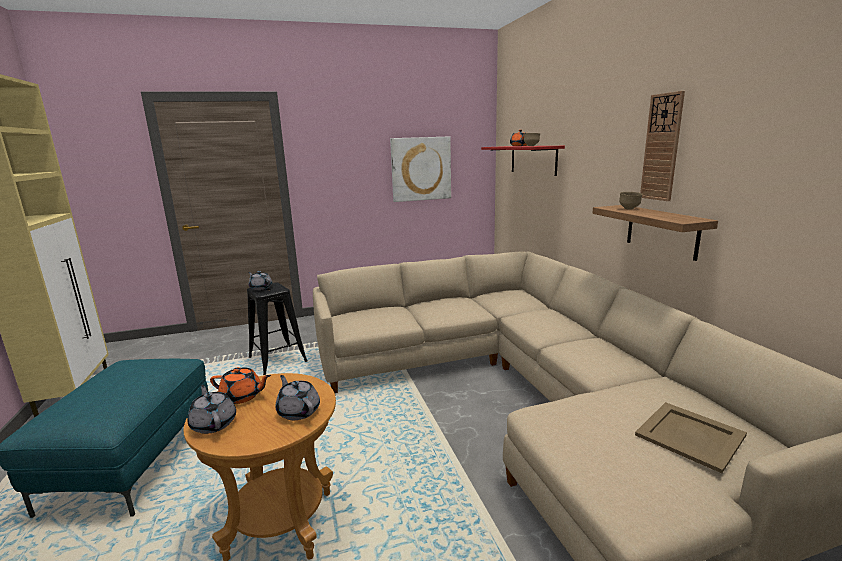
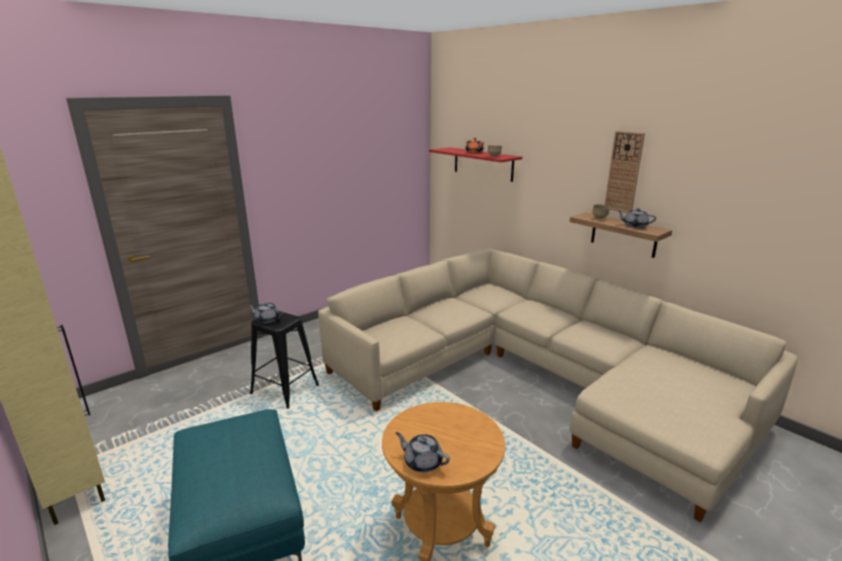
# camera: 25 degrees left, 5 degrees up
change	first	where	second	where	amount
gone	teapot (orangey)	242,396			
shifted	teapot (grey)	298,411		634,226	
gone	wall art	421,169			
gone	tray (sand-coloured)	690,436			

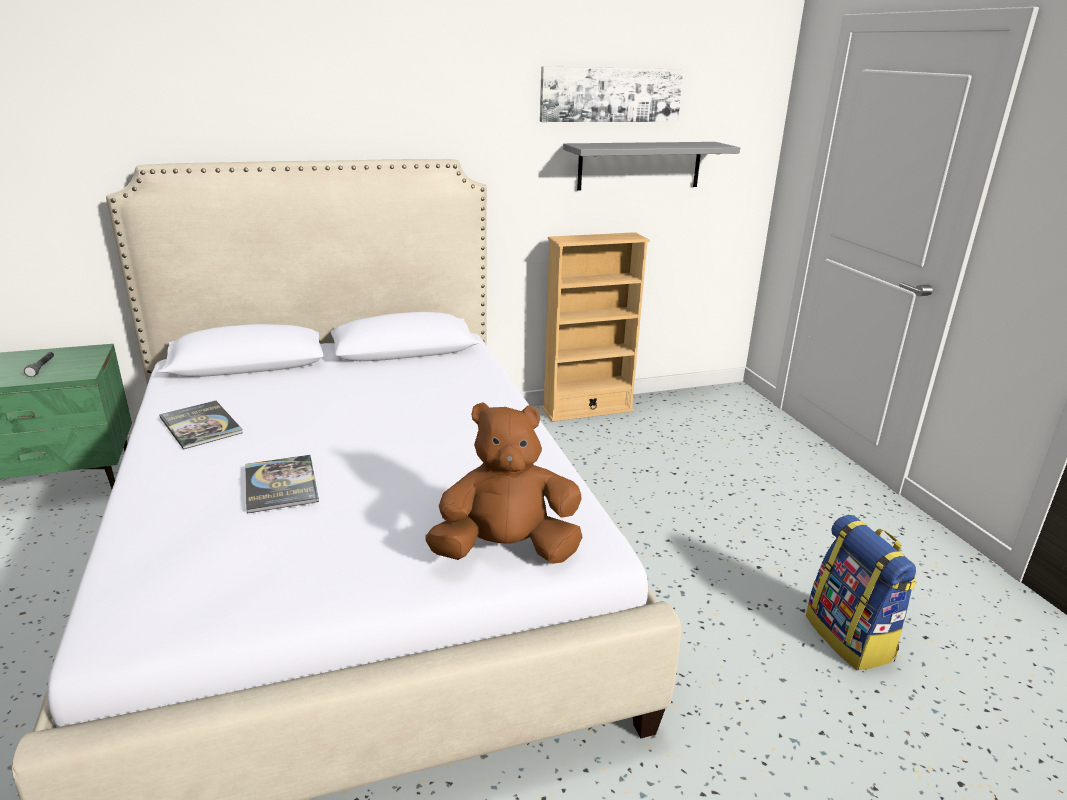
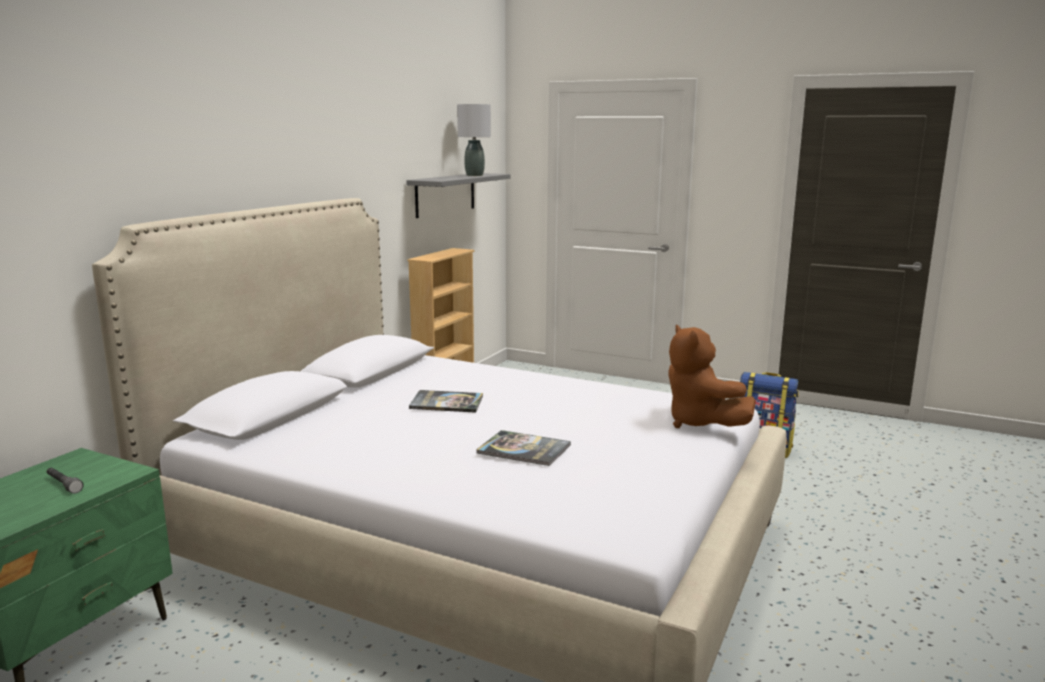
# camera: 45 degrees left, 10 degrees down
change	first	where	second	where	amount
shifted	volume	201,425		446,402	
rotated	plush toy (brown-coloured)	507,550		700,423	60 degrees counterclockwise
gone	wall art	610,94			
new			tabletop lamp (grey)	474,175	

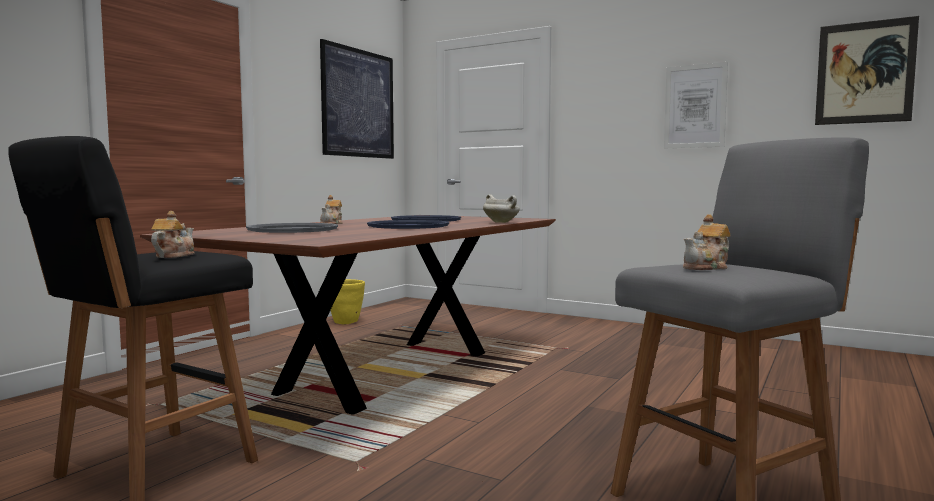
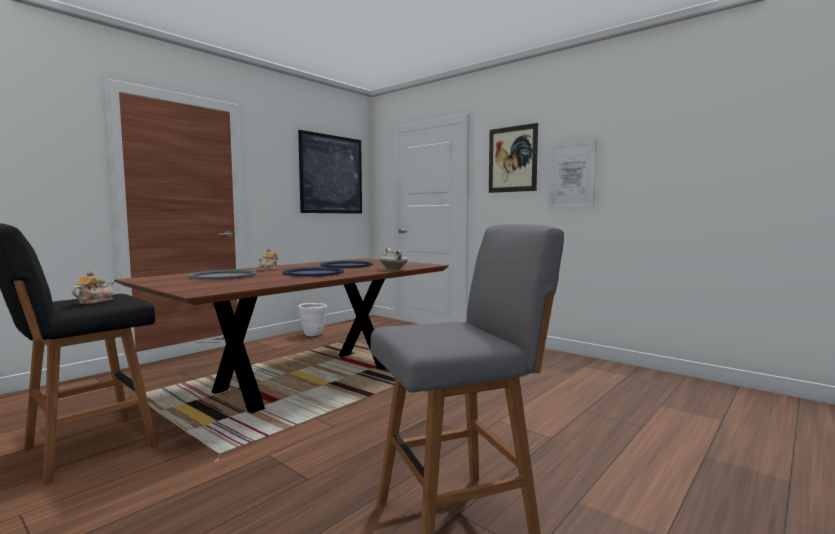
# camera: 10 degrees right, 0 degrees up
change	first	where	second	where	amount
repainted	flower pot (yellowish)	346,322	flower pot (white)	313,334	
gone	teapot	707,267			
shifted	wall art	864,72		512,159	

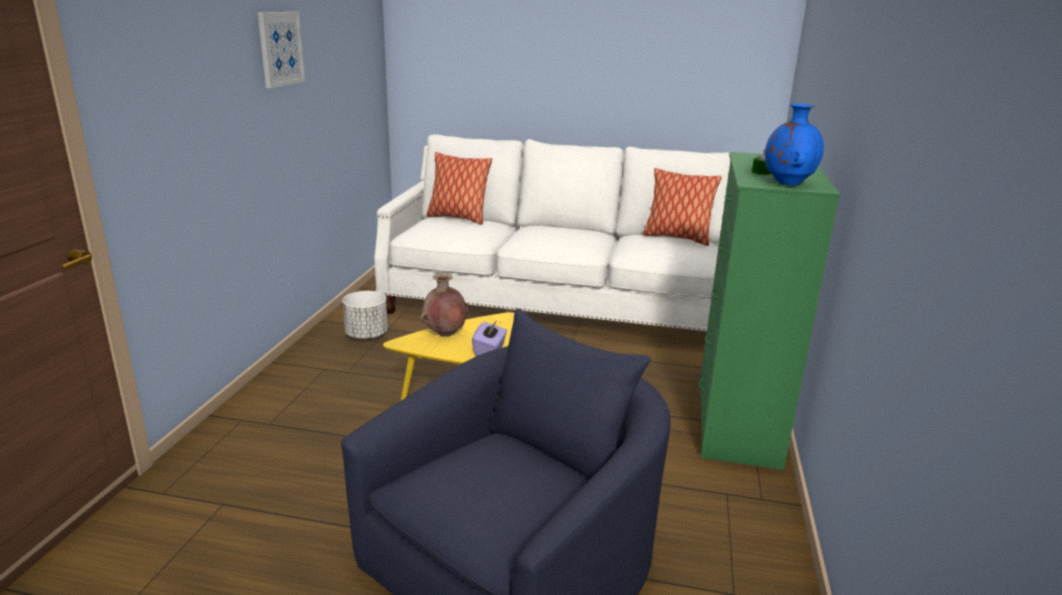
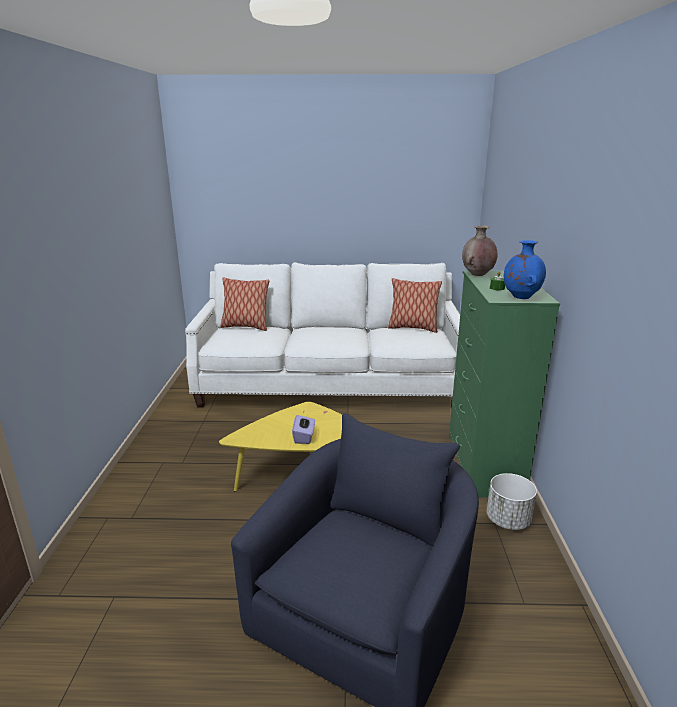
# camera: 10 degrees left, 0 degrees up
change	first	where	second	where	amount
gone	wall art	280,48			
shifted	flower pot (white)	367,335		508,520	
shifted	decorative vase (brown-coloured)	445,333		477,275	

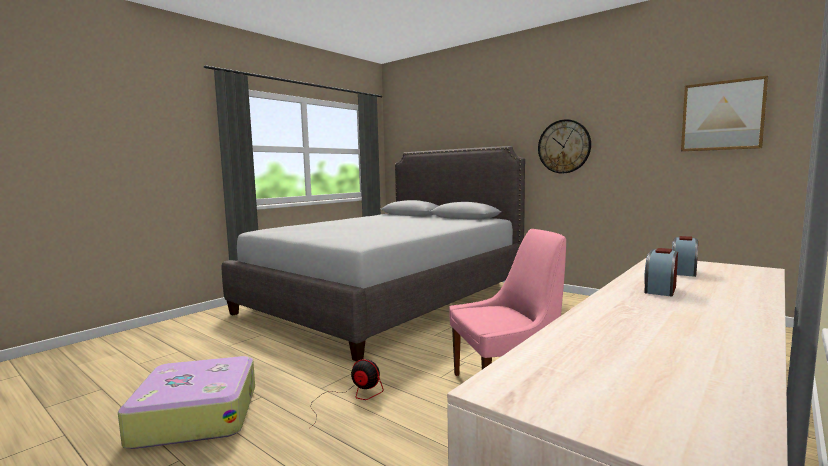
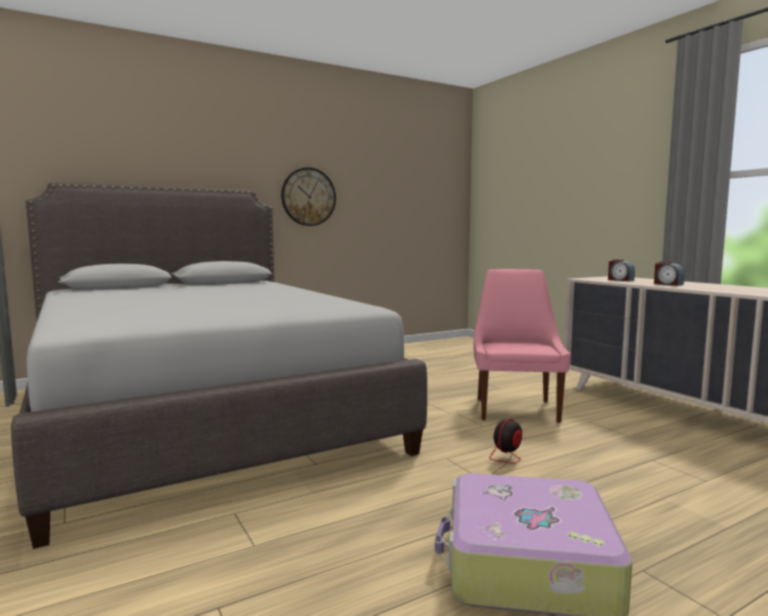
# camera: 70 degrees left, 0 degrees up
change	first	where	second	where	amount
gone	wall art	722,116			

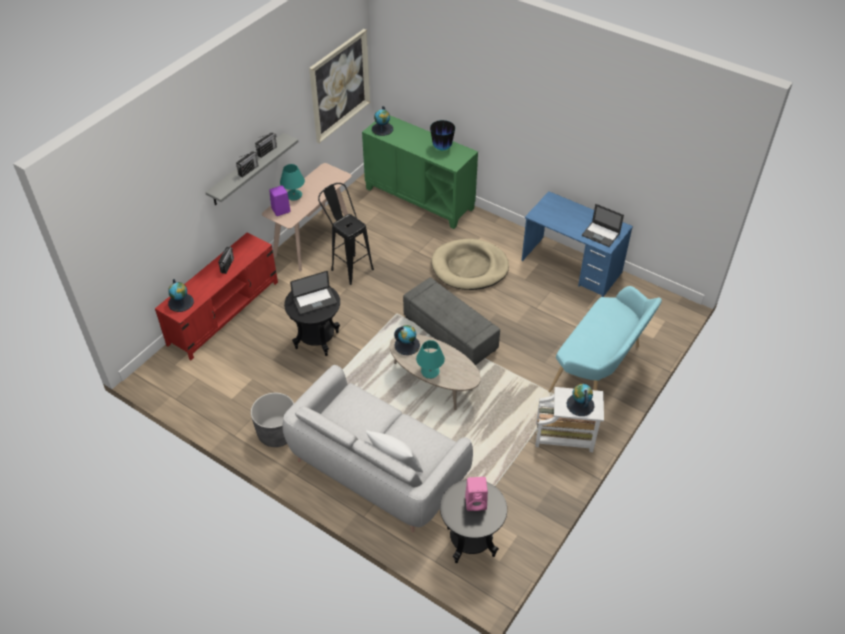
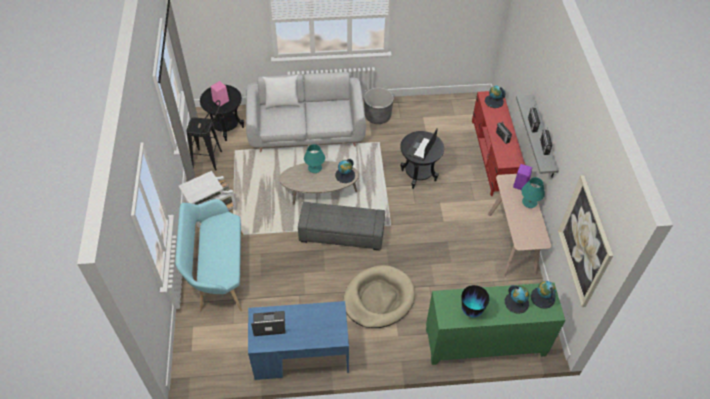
# camera: 140 degrees right, 5 degrees up
change	first	where	second	where	amount
shifted	sitting stool (black-coloured)	348,266		212,160	
shifted	world globe	580,405		516,302	

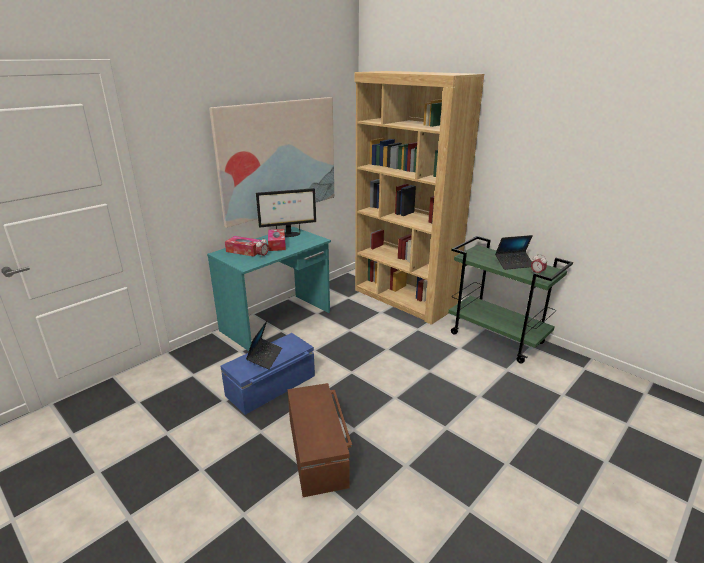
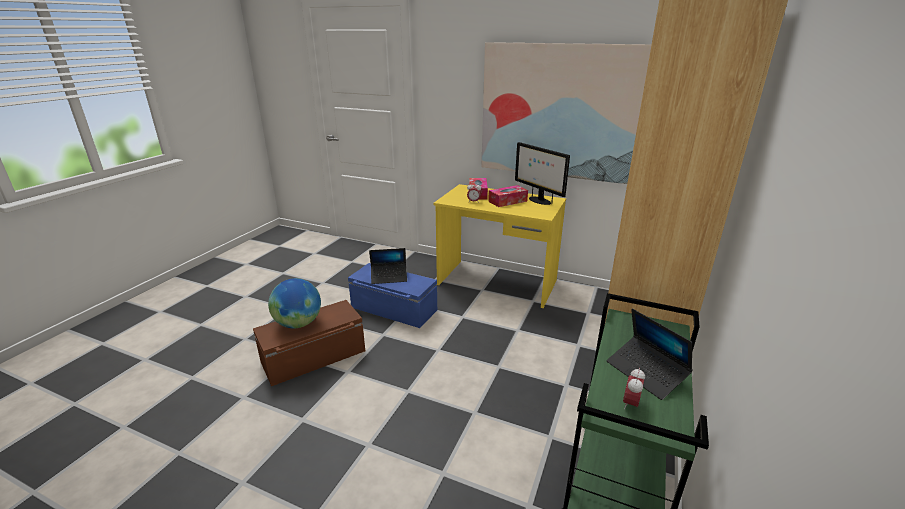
# camera: 70 degrees right, 0 degrees up
change	first	where	second	where	amount
repainted	desk unit (blue-green)	277,321	desk unit (yellowish)	497,283	
new			world globe	298,324	

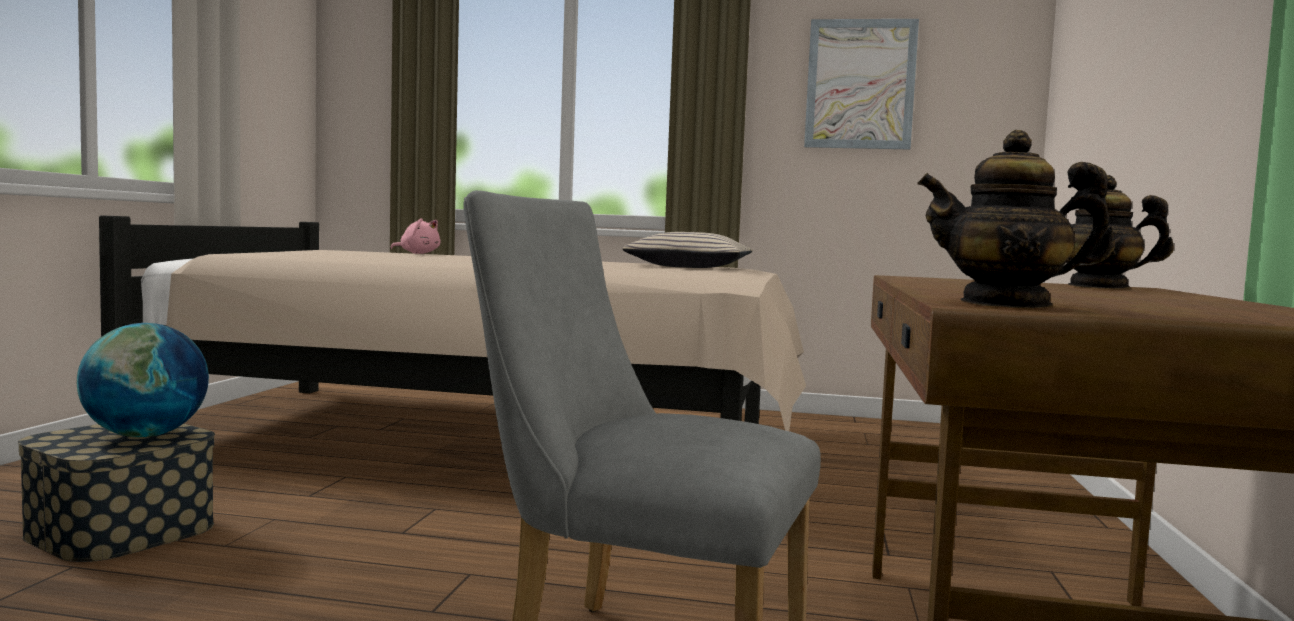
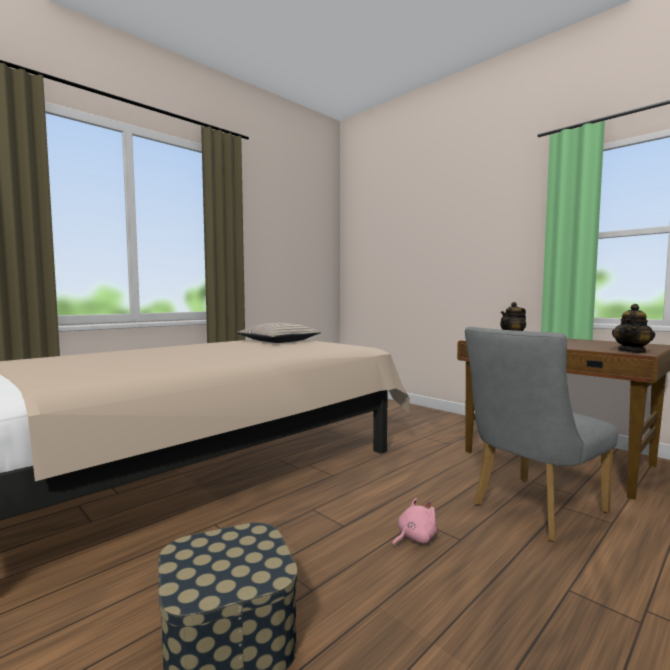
# camera: 55 degrees left, 0 degrees up
change	first	where	second	where	amount
gone	world globe	145,435			
shifted	plush toy (pink-coloured)	418,253		414,538	
gone	wall art	860,84			

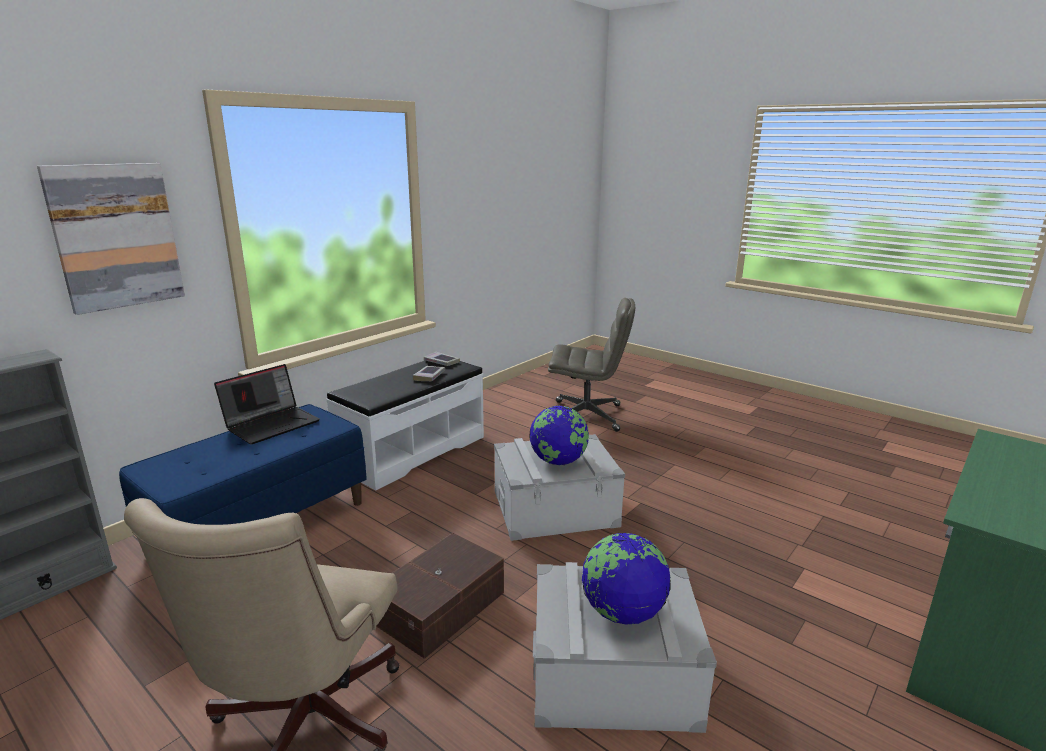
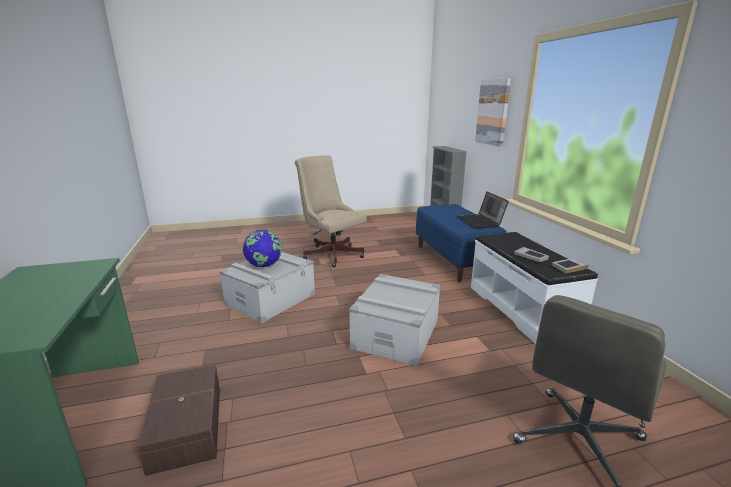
# camera: 125 degrees right, 0 degrees up
change	first	where	second	where	amount
shifted	storage container (brown-coloured)	442,608		185,428	
gone	world globe	558,461			

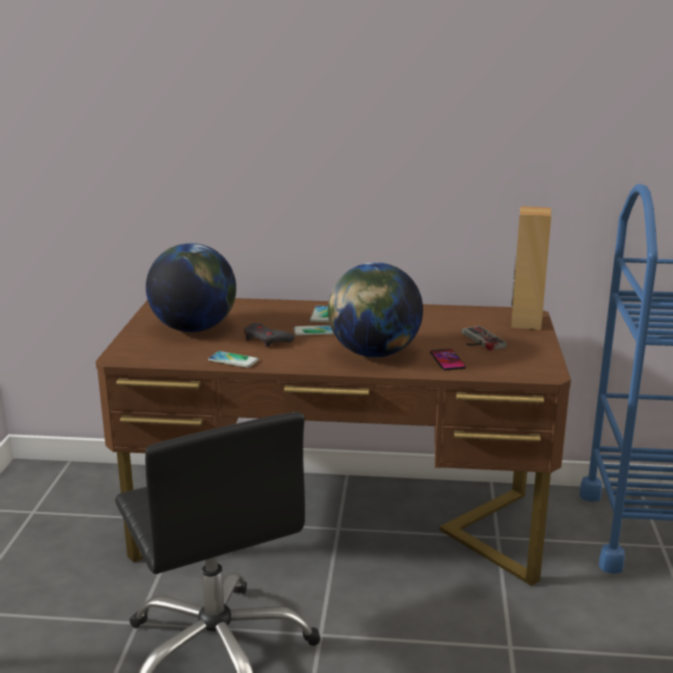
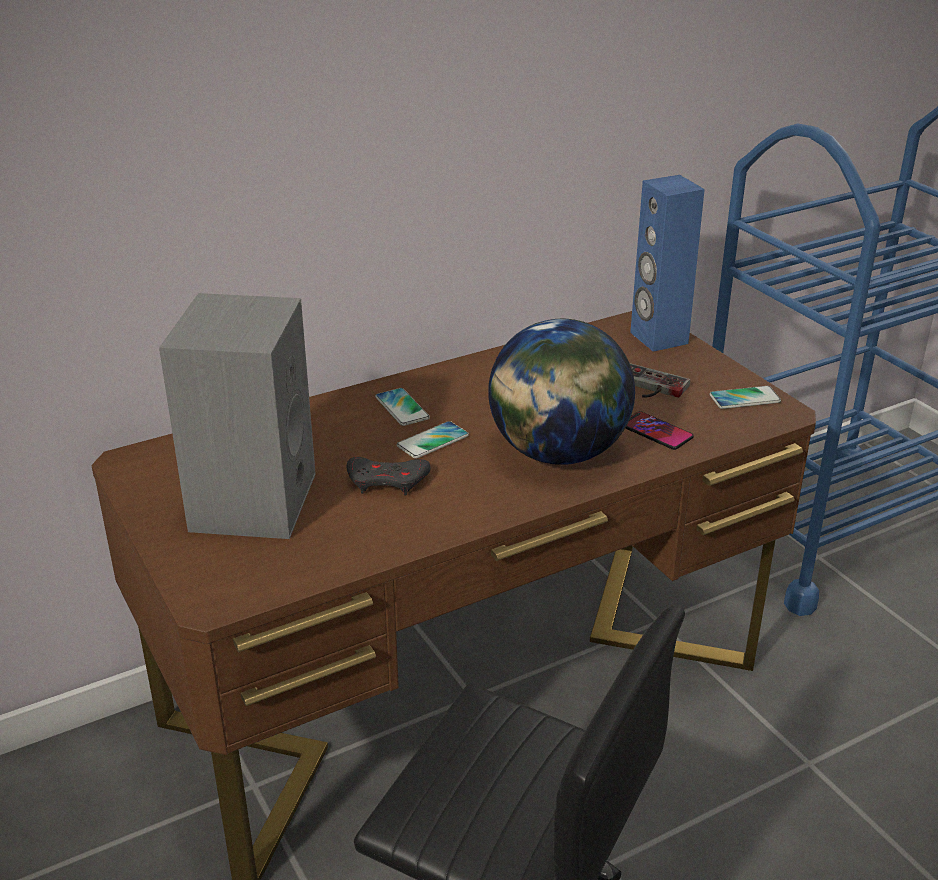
# camera: 35 degrees left, 10 degrees up
change	first	where	second	where	amount
swapped	world globe	194,328	speaker (grey)	252,499	
shifted	handset	233,360		744,399	
repainted	speaker (brown-coloured)	525,323	speaker (blue-coloured)	658,338	

